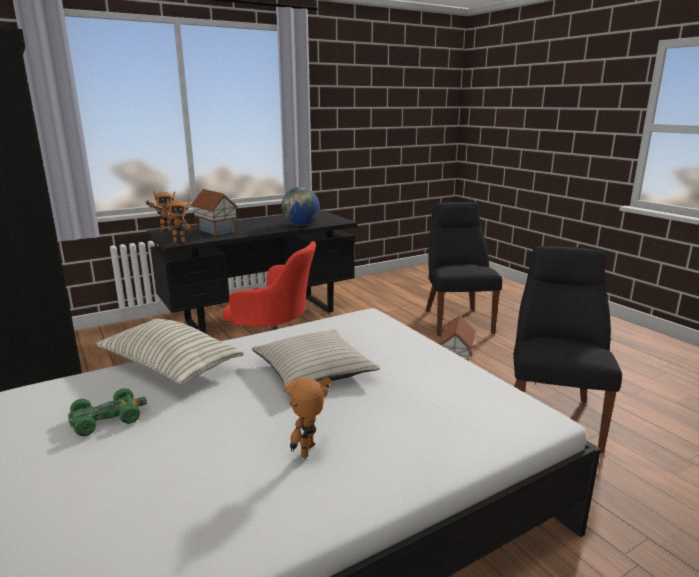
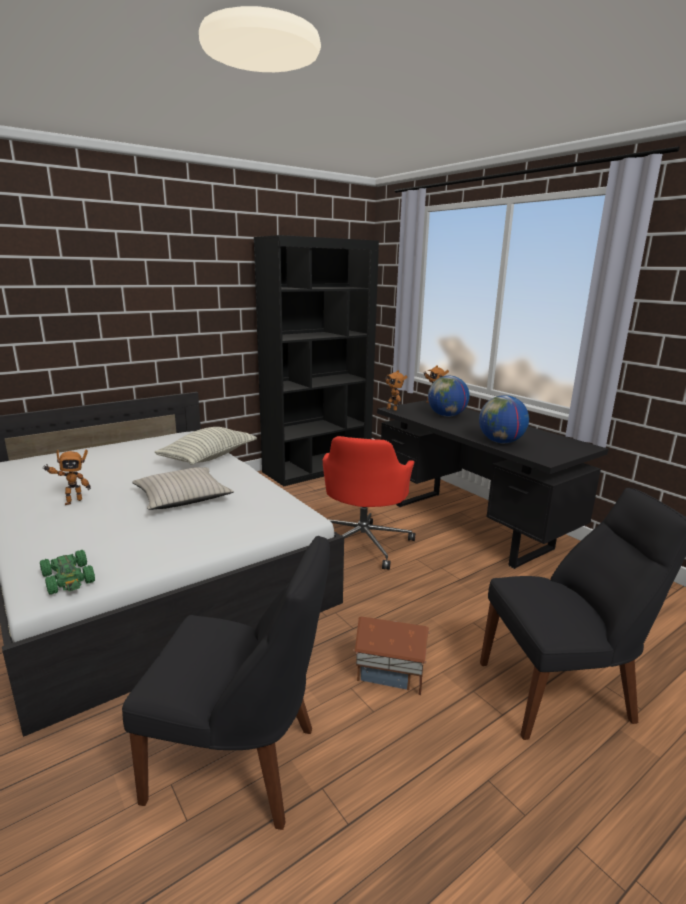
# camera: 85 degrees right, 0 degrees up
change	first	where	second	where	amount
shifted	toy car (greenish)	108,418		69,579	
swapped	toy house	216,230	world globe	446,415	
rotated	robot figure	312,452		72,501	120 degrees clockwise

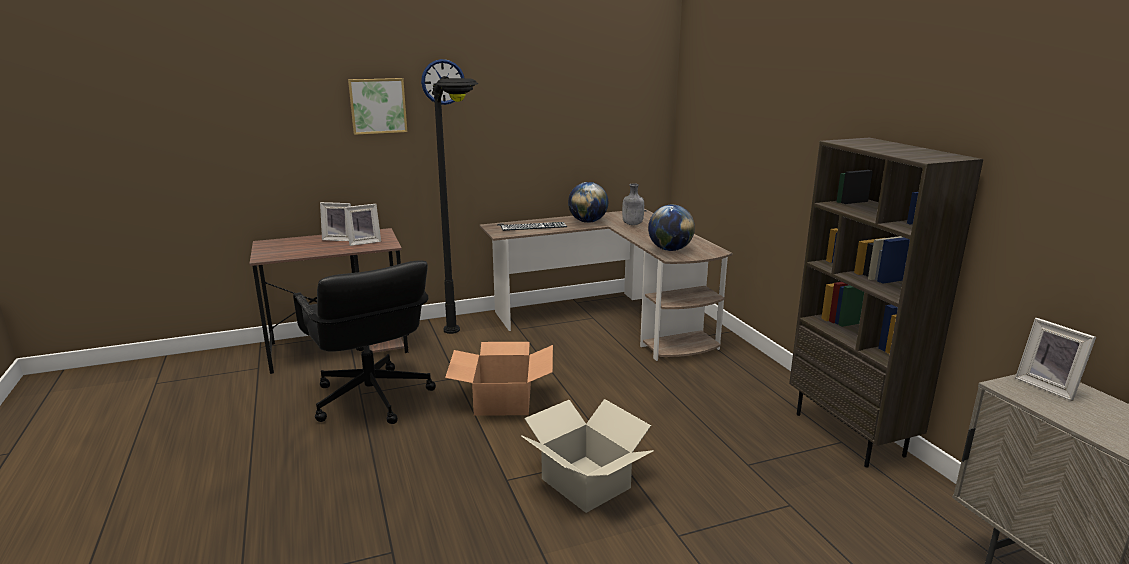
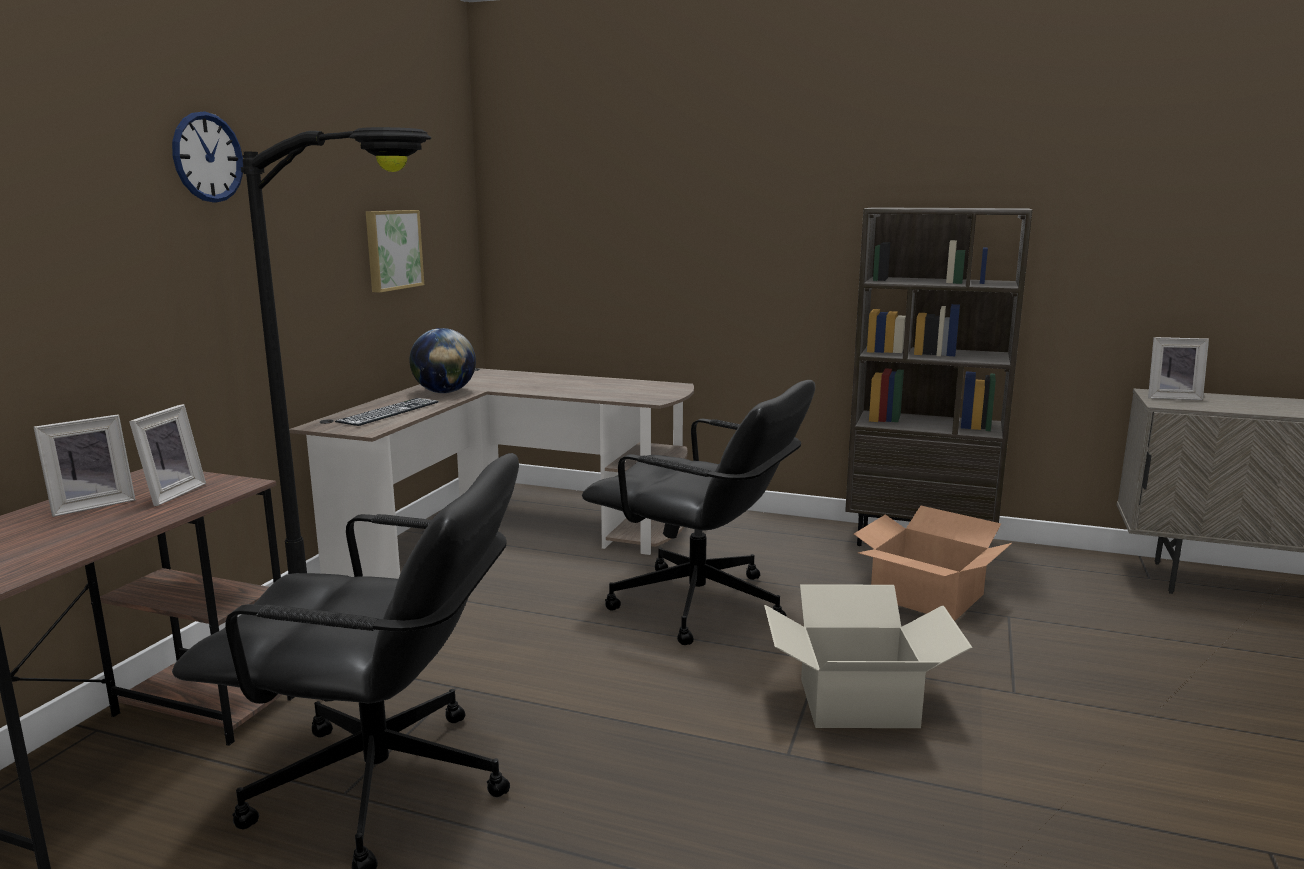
# camera: 50 degrees left, 5 degrees down
change	first	where	second	where	amount
shifted	wall art	378,106		392,250	
shifted	carton	502,400		926,596	
gone	beverage bottle (grey)	632,224			
gone	world globe	670,249			
new			computer chair (black-coloured)	699,606	

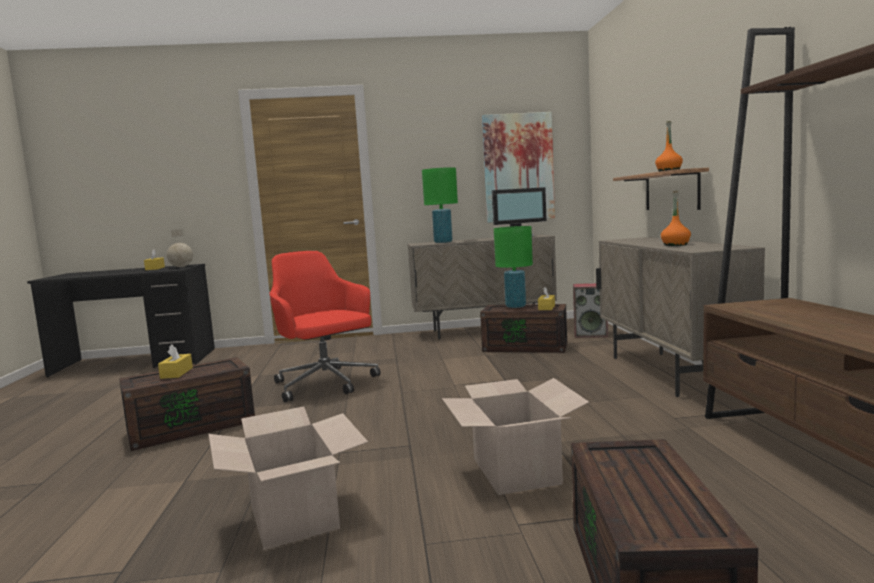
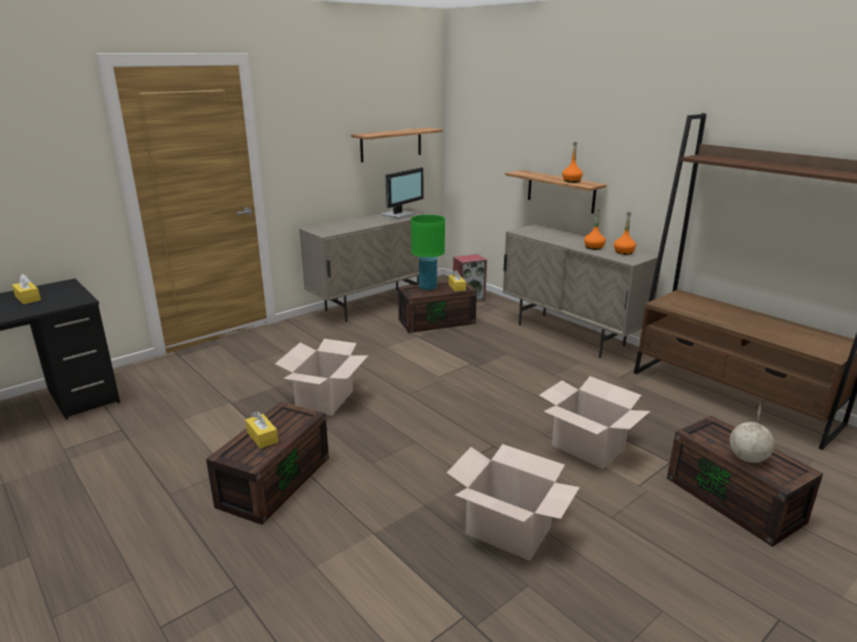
# camera: 35 degrees left, 15 degrees up
change	first	where	second	where	amount
shifted	world globe	181,267		748,458	
swapped	computer chair (reddish)	326,384	carton	324,399	
gone	tabletop lamp (greenish)	443,242			
swapped	wall art	518,167	bracket shelf	391,144	
new			beverage bottle (orangey)	623,252	

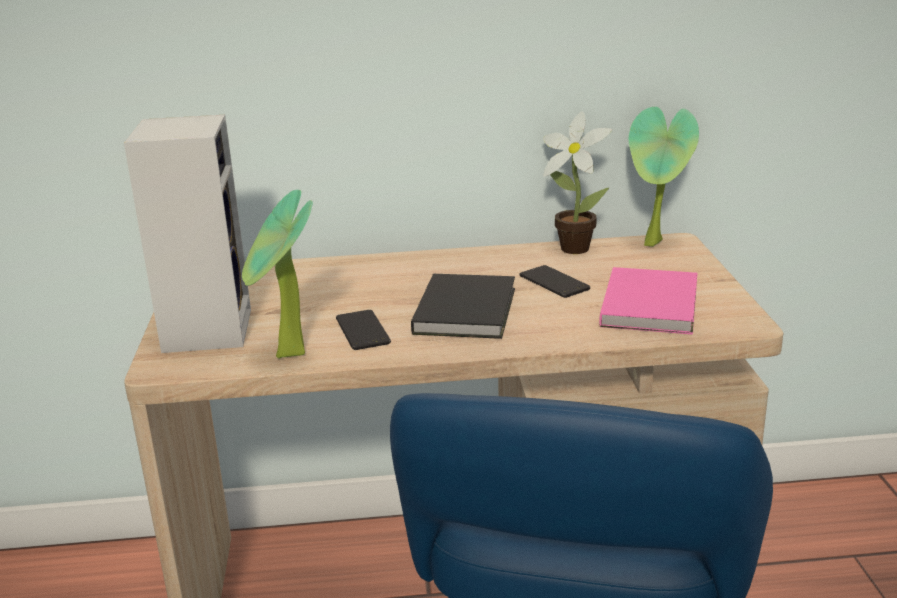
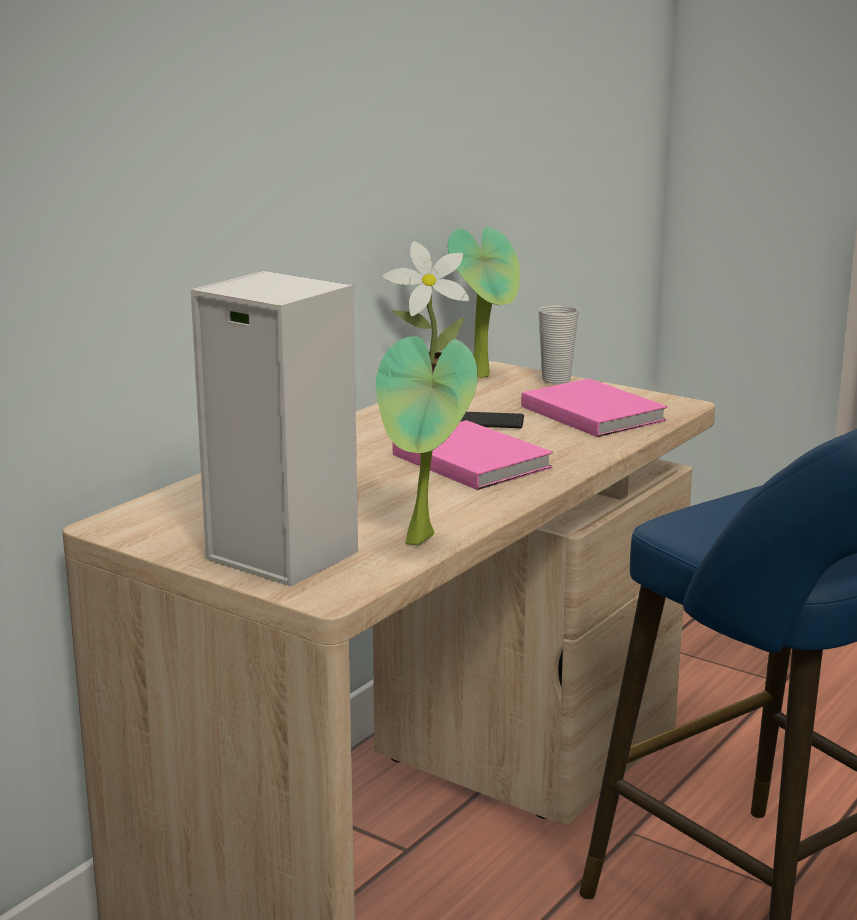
# camera: 50 degrees left, 5 degrees down
change	first	where	second	where	amount
gone	handset	362,331			
repainted	volume (black-coloured)	468,309	volume (pink-coloured)	470,460	
new			cup	556,380	

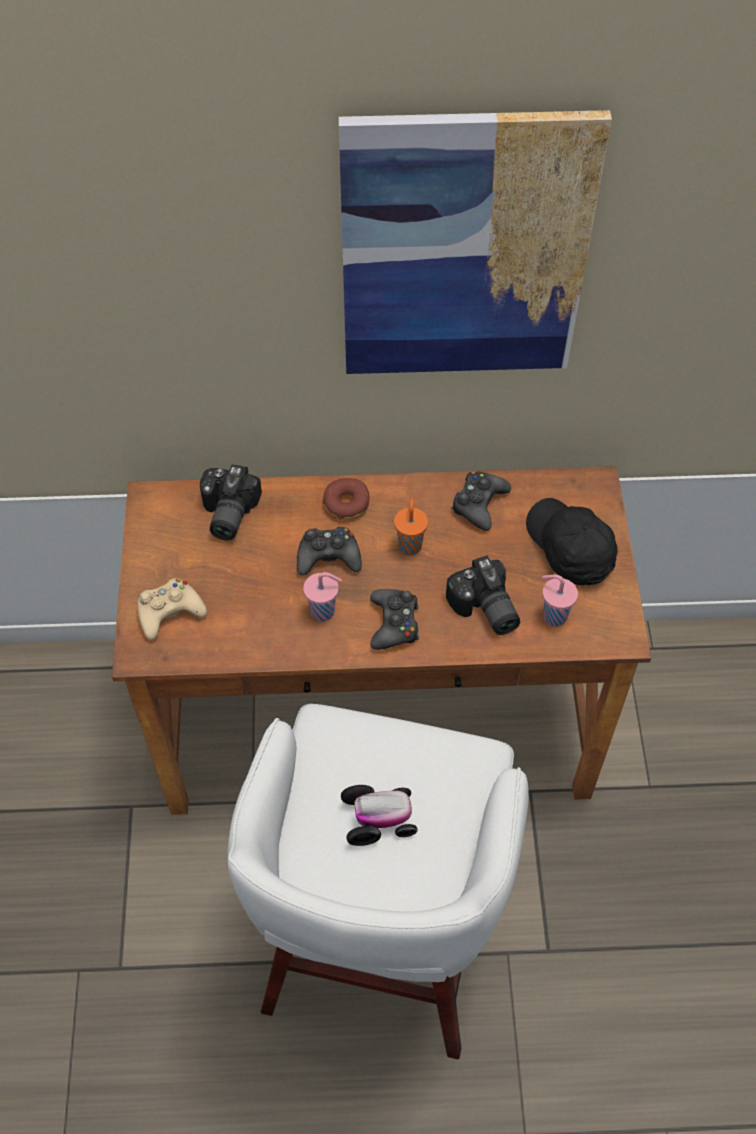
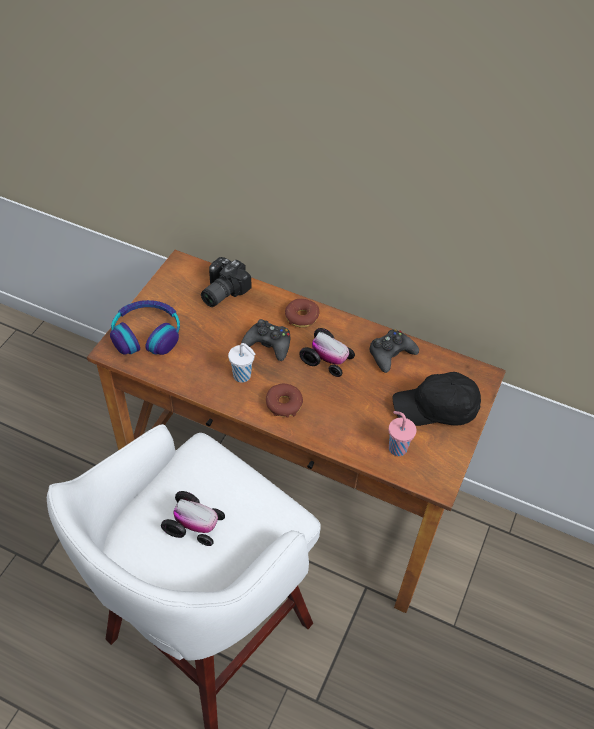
# camera: 25 degrees right, 5 degrees down
change	first	where	second	where	amount
swapped	gamepad (sand-coloured)	170,612	headphones	147,334	
repainted	cup (pink-coloured)	324,611	cup (white)	243,376	
gone	wall art	464,250			
swapped	gamepad (black-coloured)	394,623	doughnut	284,404	
swapped	cup (orangey)	410,545	toy car	327,359	
gone	still camera	484,610			
rotated	peaked cap (black-coloured)	569,549		436,409	90 degrees counterclockwise

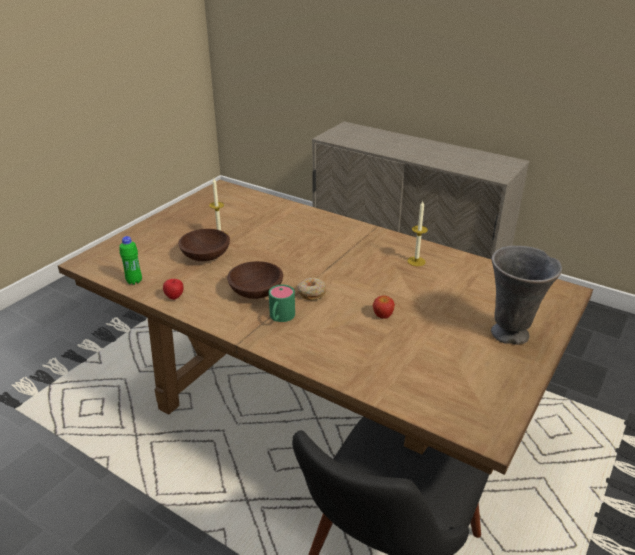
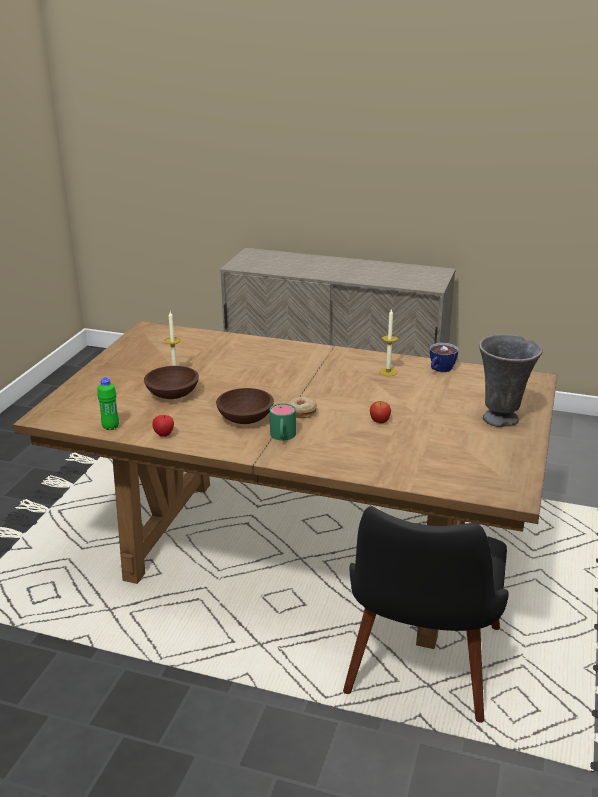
# camera: 15 degrees left, 5 degrees down
change	first	where	second	where	amount
new			cup	440,370	

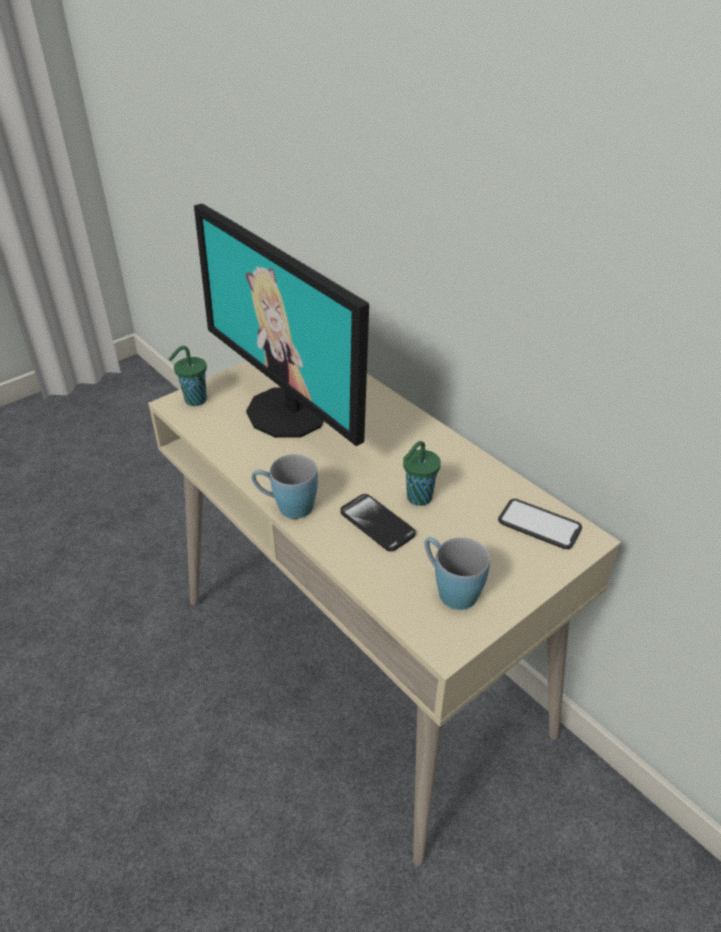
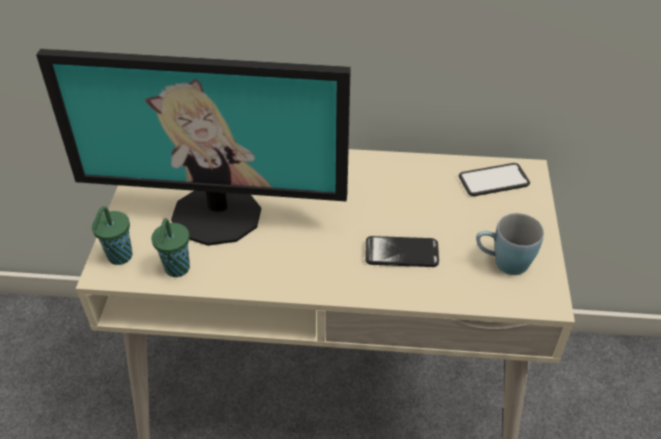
# camera: 45 degrees left, 5 degrees up
change	first	where	second	where	amount
gone	tea mug (blue-coloured)	286,506			
shifted	cup (greenish)	417,498		176,269	

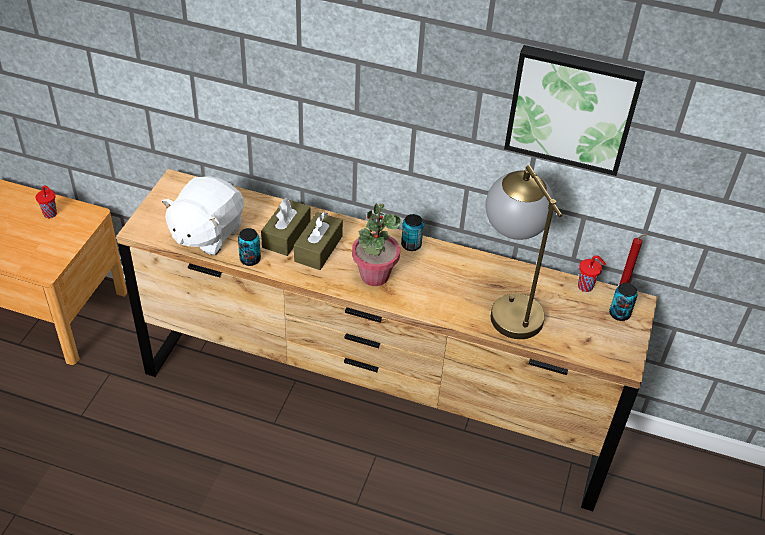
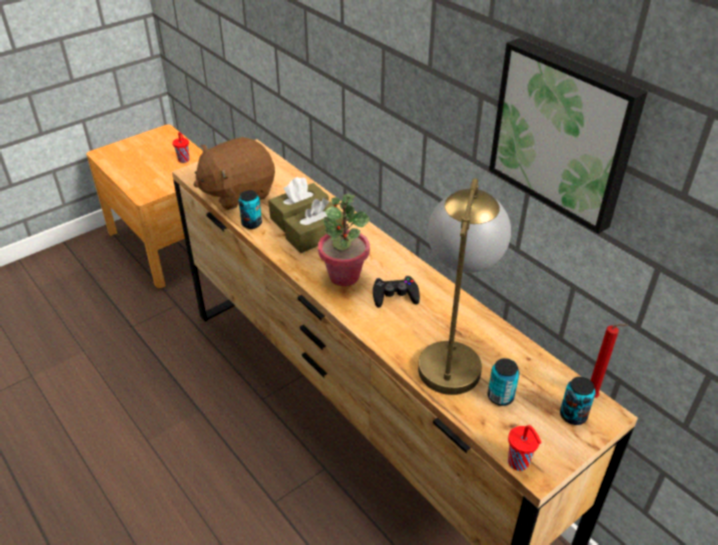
# camera: 35 degrees right, 5 degrees down
change	first	where	second	where	amount
repainted	plush toy (white)	206,233	plush toy (brown-coloured)	237,192	
shifted	can	411,245		500,397	
shifted	cup (reddish)	586,287		519,463	
new			gamepad (black-coloured)	395,295	

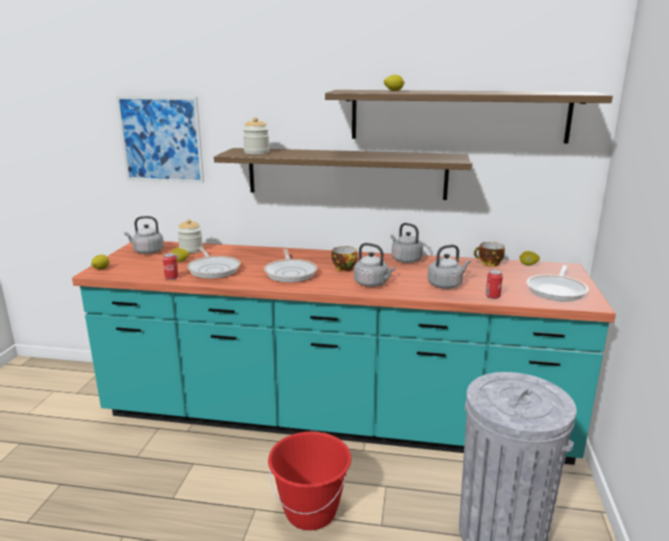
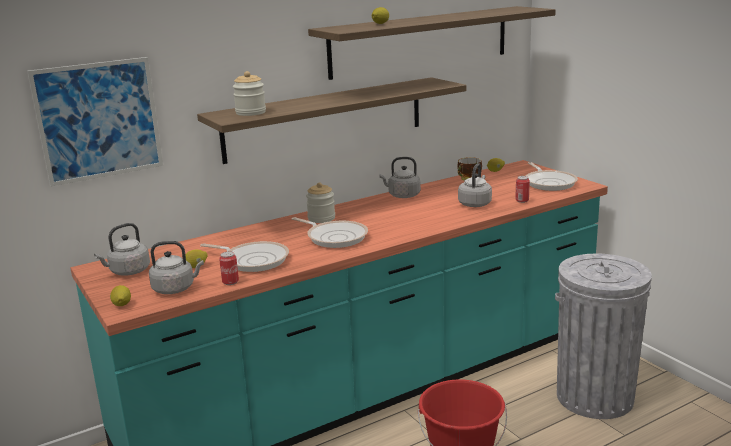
# camera: 40 degrees left, 0 degrees up
change	first	where	second	where	amount
shifted	jar	191,250		321,218	
gone	cup	342,268			
shifted	water kettle (grey)	372,284		176,289	

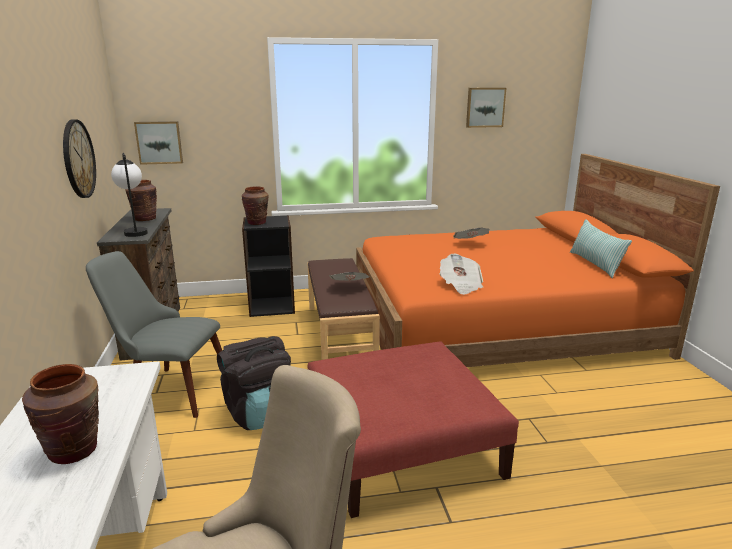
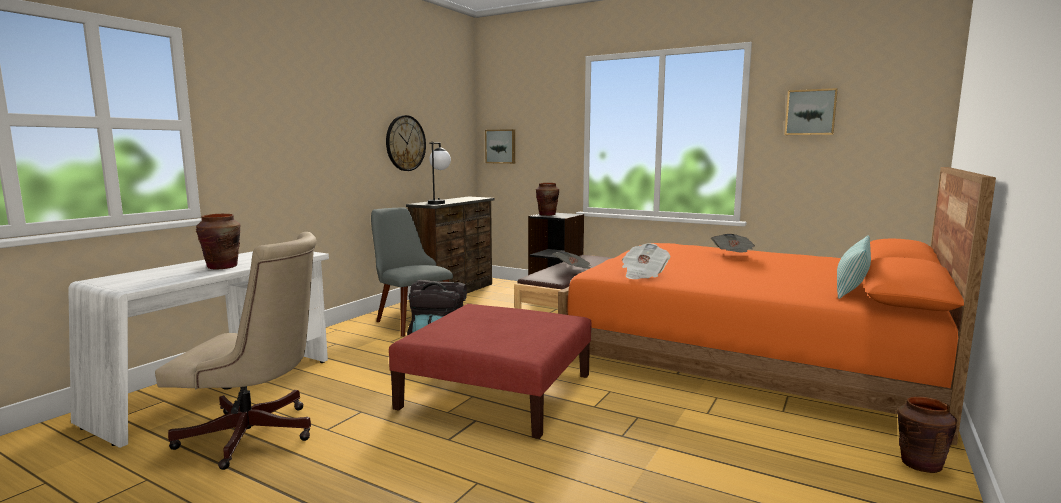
# camera: 40 degrees right, 10 degrees down
change	first	where	second	where	amount
shifted	decorative vase (brown-coloured)	145,219		920,464	

